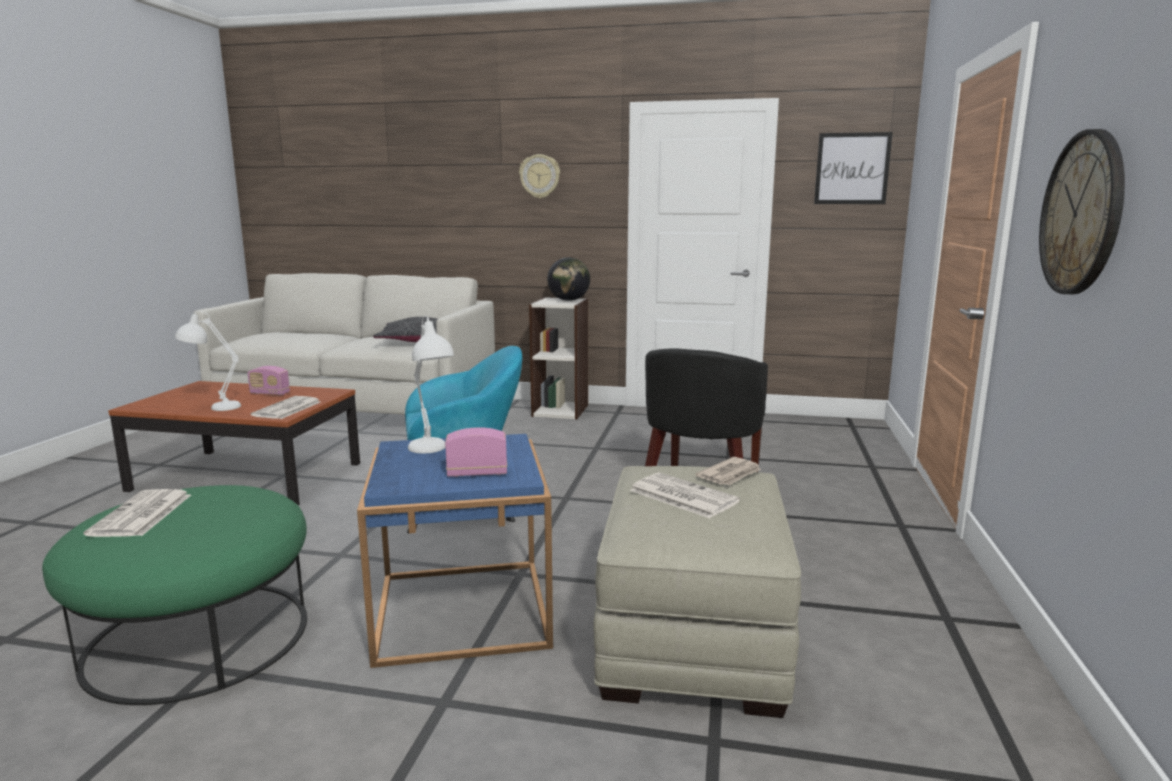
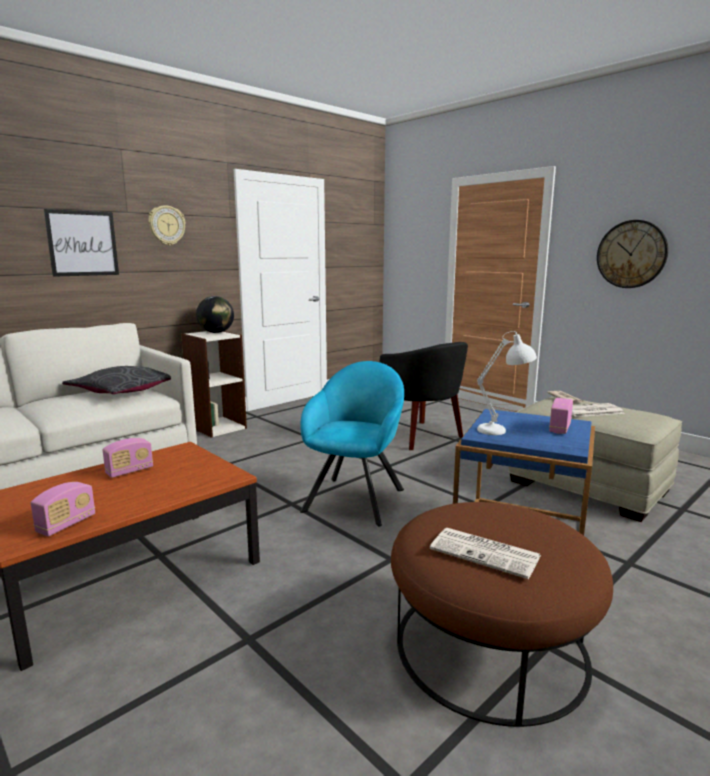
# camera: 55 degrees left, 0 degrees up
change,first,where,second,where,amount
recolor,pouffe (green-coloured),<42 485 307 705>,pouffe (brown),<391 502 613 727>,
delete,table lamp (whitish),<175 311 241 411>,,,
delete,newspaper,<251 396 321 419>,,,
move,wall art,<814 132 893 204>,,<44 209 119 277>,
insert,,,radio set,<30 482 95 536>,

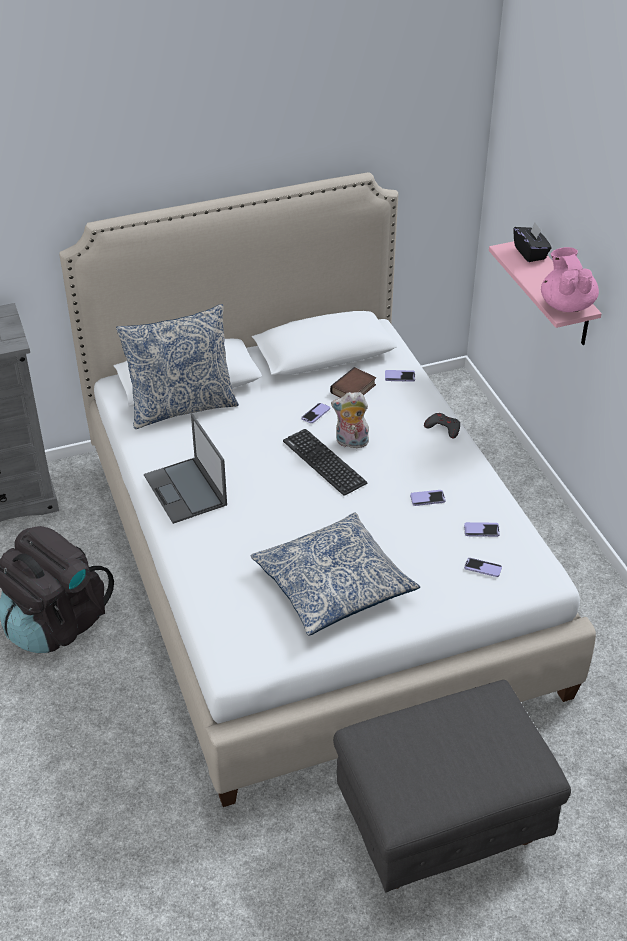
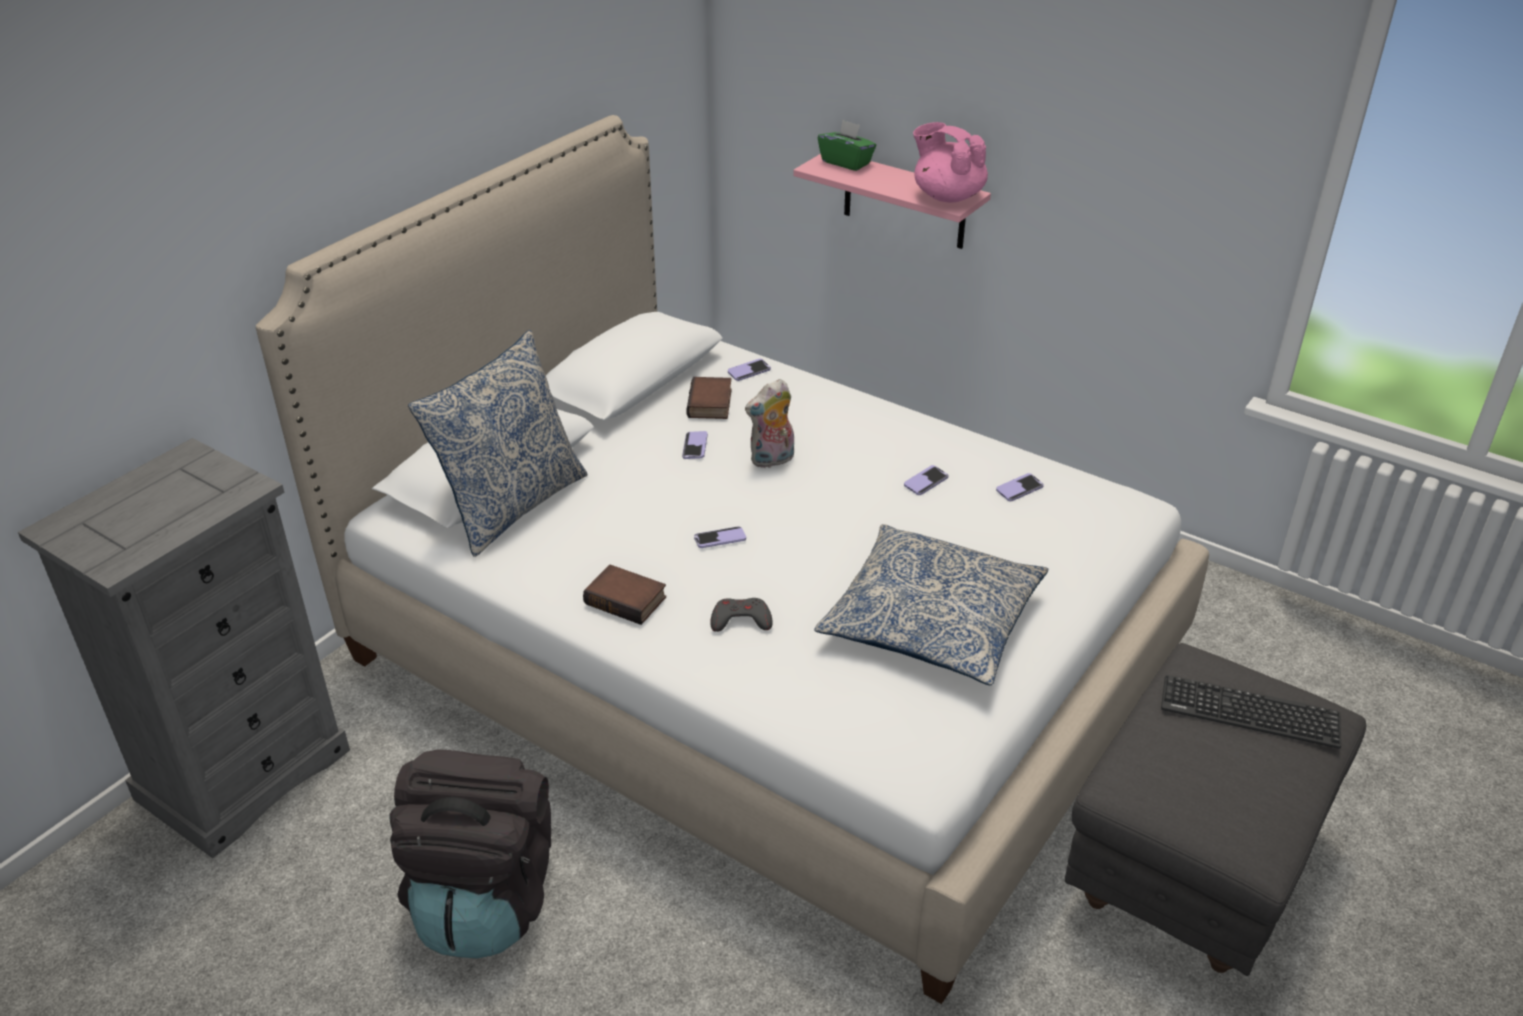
# camera: 35 degrees left, 5 degrees down
change,first,where,second,where,amount
replace,laptop,<144 414 227 524>,book,<583 564 666 625>,
move,computer keyboard,<283 429 367 496>,,<1161 675 1341 749>,
move,gamepad (grey),<424 413 460 439>,,<710 598 773 632>,
move,telephone,<464 558 502 577>,,<694 526 746 548>,
recolor,tissue holder (blackish),<513 222 551 262>,tissue holder (green-coloured),<818 120 876 171>,

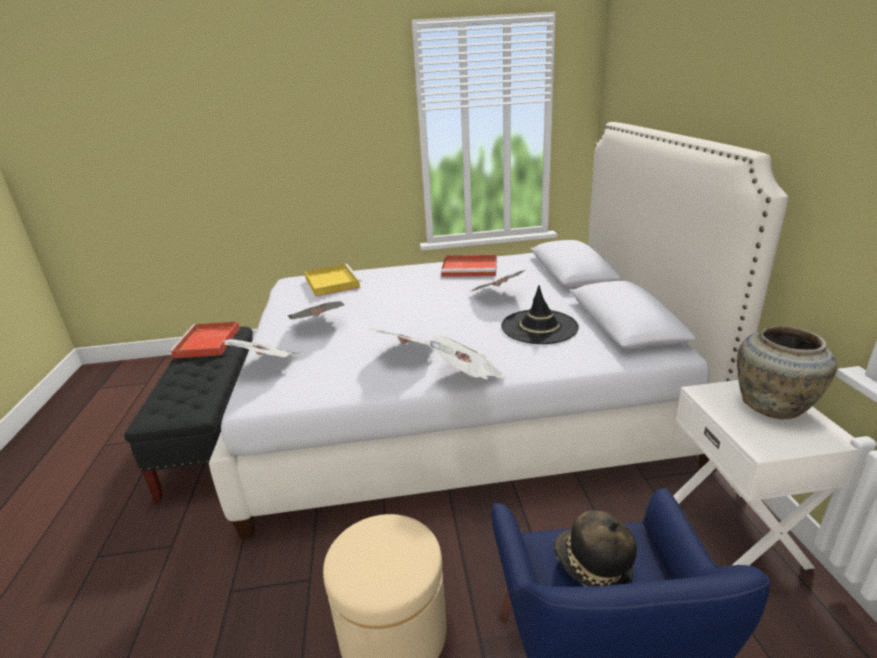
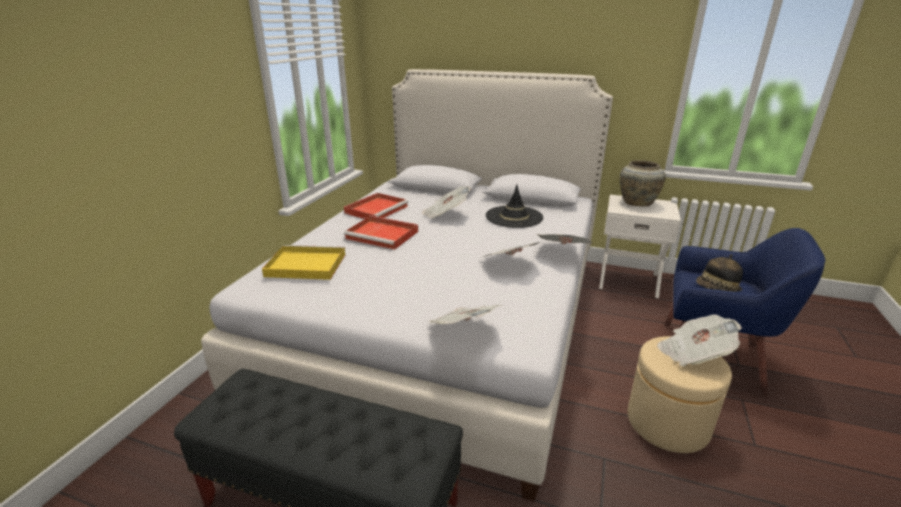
# camera: 65 degrees left, 0 degrees up
change,first,where,second,where,amount
move,serving tray (red-coloured),<169 321 240 358>,,<344 216 418 250>,
move,newspaper,<287 301 345 319>,,<657 315 742 366>,

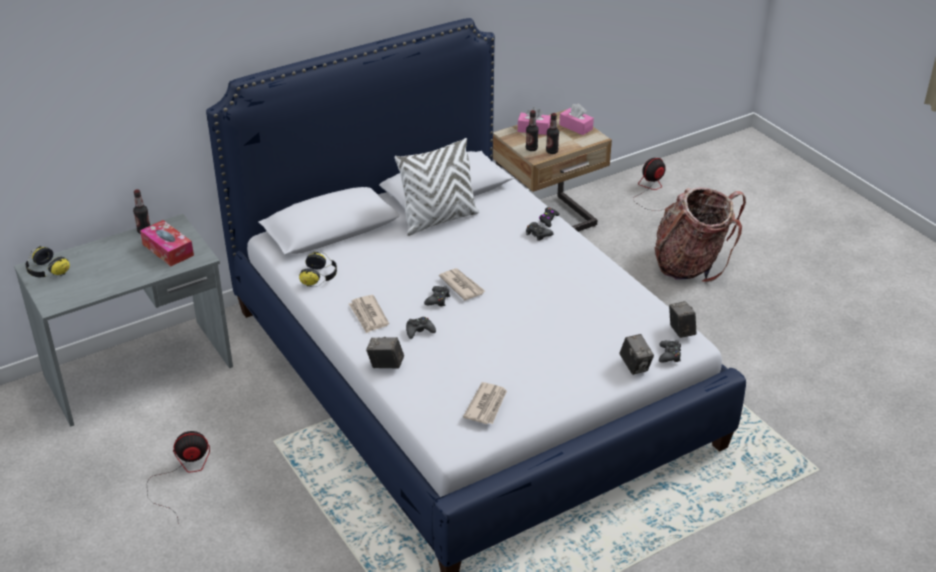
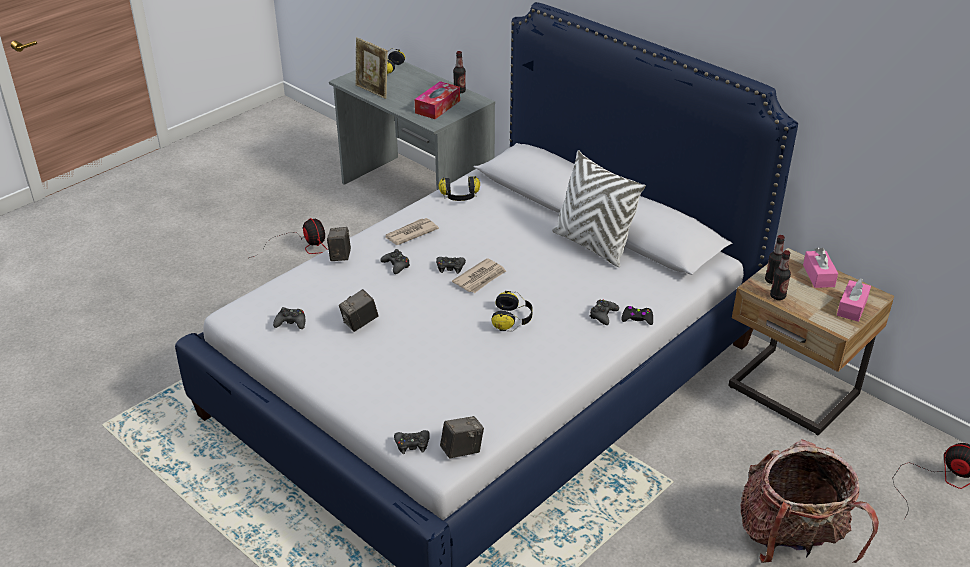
# camera: 75 degrees right, 0 degrees up
change,first,where,second,where,amount
replace,newspaper,<463 382 507 424>,gamepad (blackish),<273 307 305 329>,
move,photo camera,<620 334 654 375>,,<339 289 379 332>,
insert,,,standing frame,<356 37 388 99>,
insert,,,pair of headphones,<492 291 533 331>,

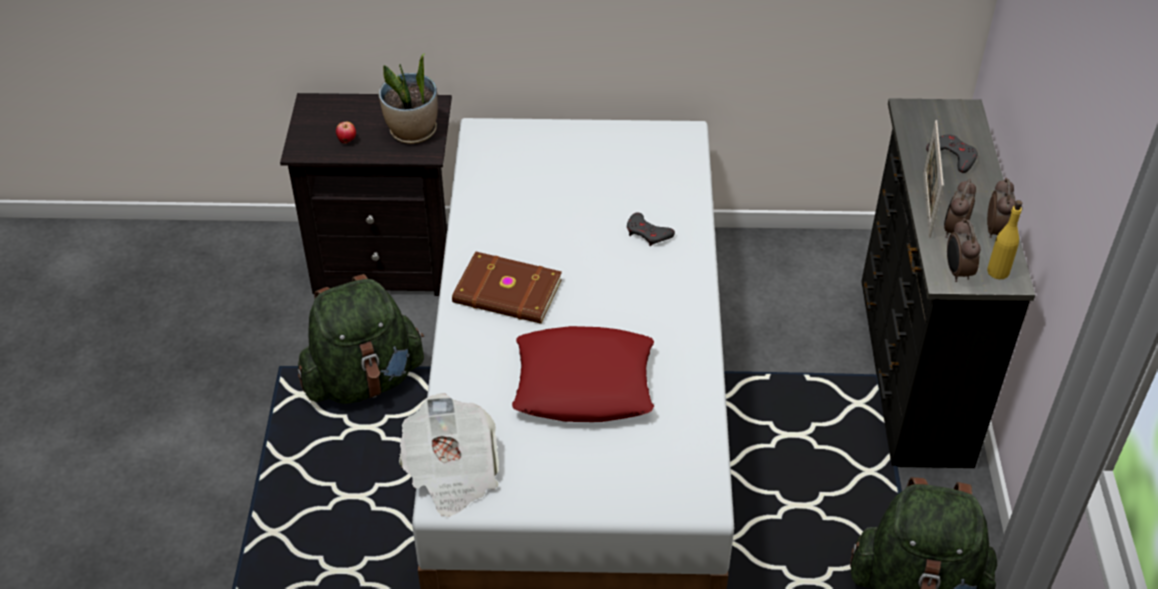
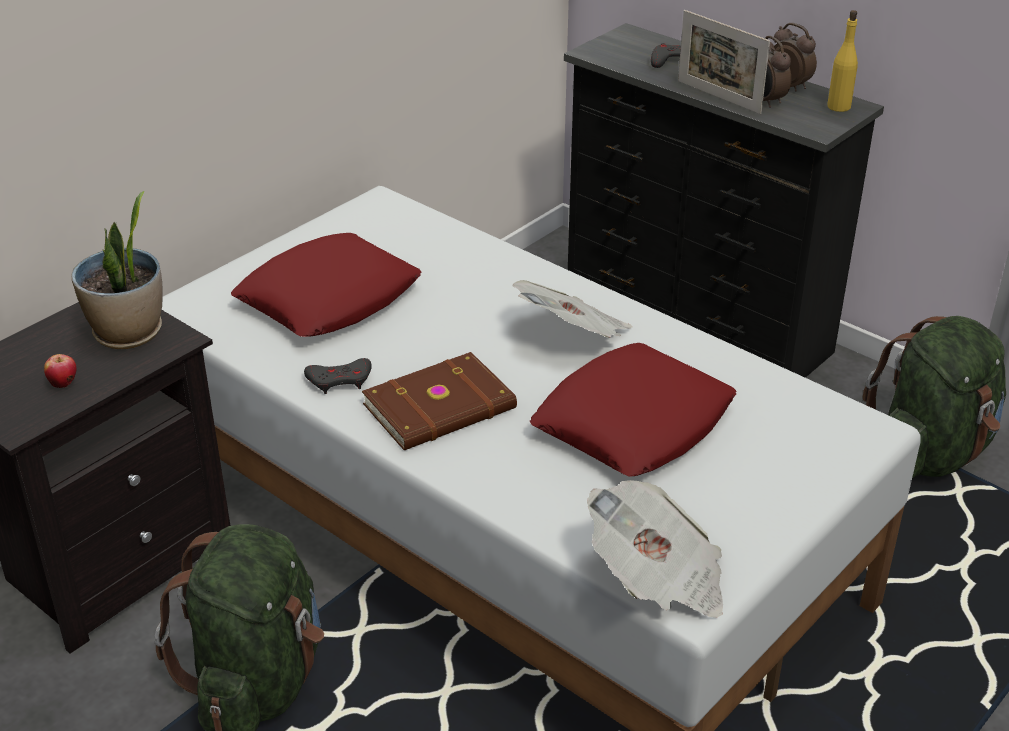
# camera: 50 degrees left, 10 degrees down
change,first,where,second,where,amount
move,gamepad (grey),<627 212 675 246>,,<304 358 372 394>,
delete,alarm clock,<947 218 981 282>,,,
insert,,,cushion (red-coloured),<231 233 422 337>,
insert,,,newspaper,<513 280 633 338>,

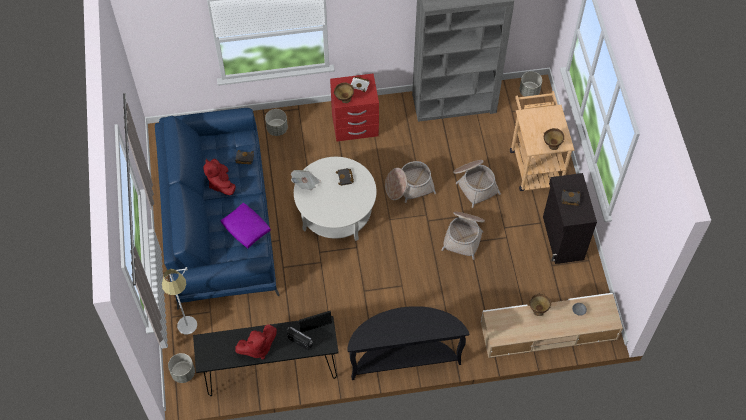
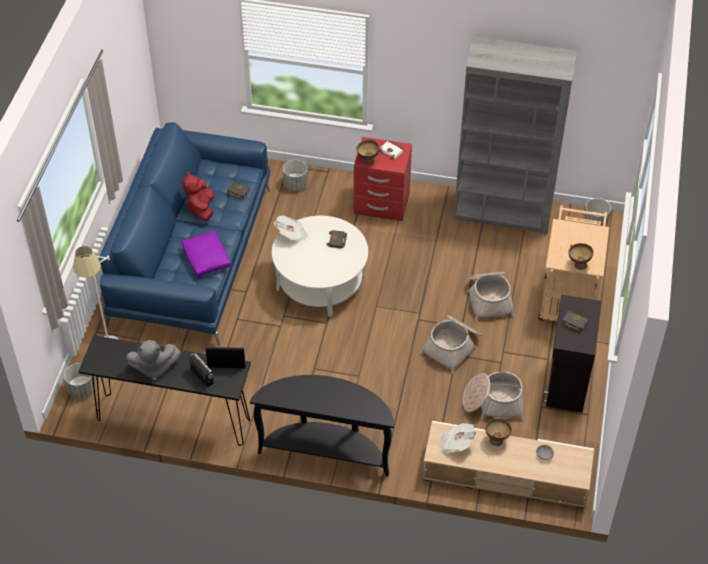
# camera: 20 degrees right, 10 degrees down
change,first,where,second,where,amount
recolor,plush toy (red-coloured),<235 325 277 359>,plush toy (grey),<126 340 181 381>,
move,basket,<385 161 436 203>,,<463 371 524 421>,
insert,,,newspaper,<440 423 477 451>,

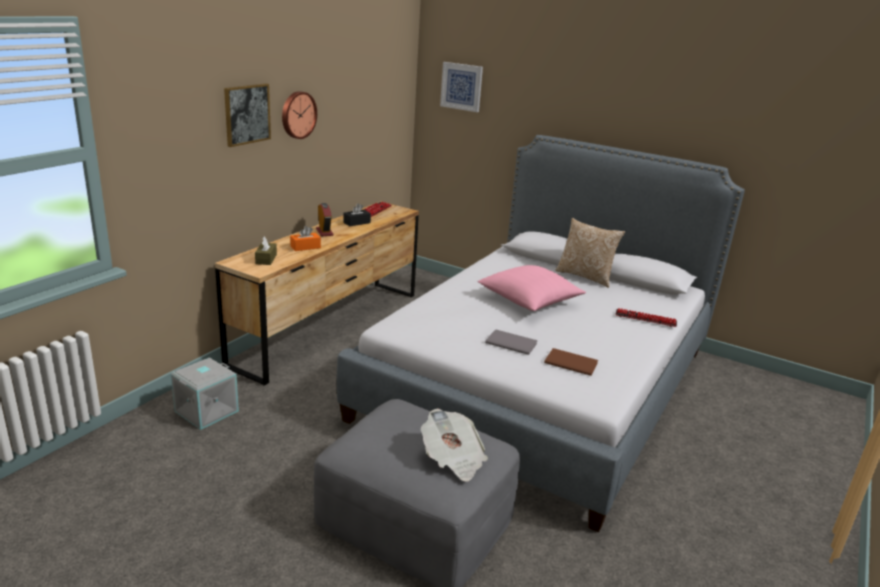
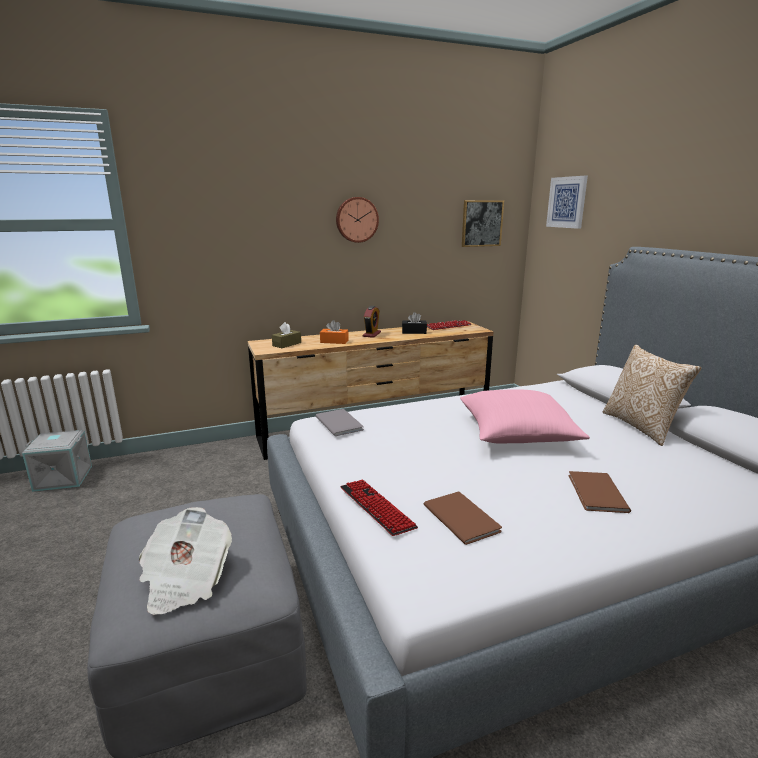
# camera: 40 degrees right, 5 degrees down
change,first,where,second,where,amount
move,storage box (grey),<171 357 239 430>,,<22 430 92 492>,
move,wall art,<224 83 271 147>,,<462 200 504 247>,
move,book (grey),<485 330 537 355>,,<315 409 364 436>,
move,computer keyboard,<616 308 677 327>,,<340 479 418 536>,
insert,,,book (brown),<569 471 631 513>,

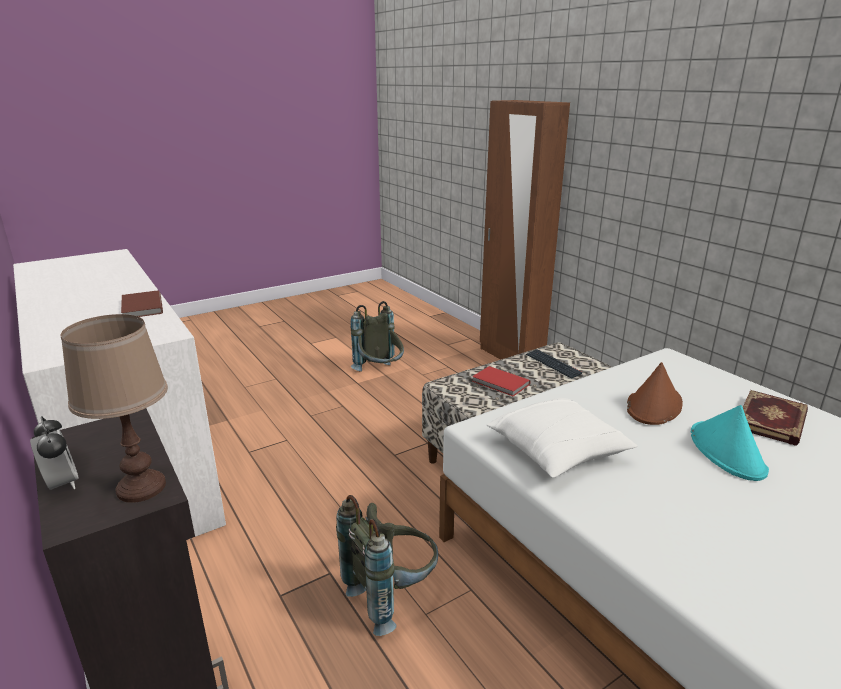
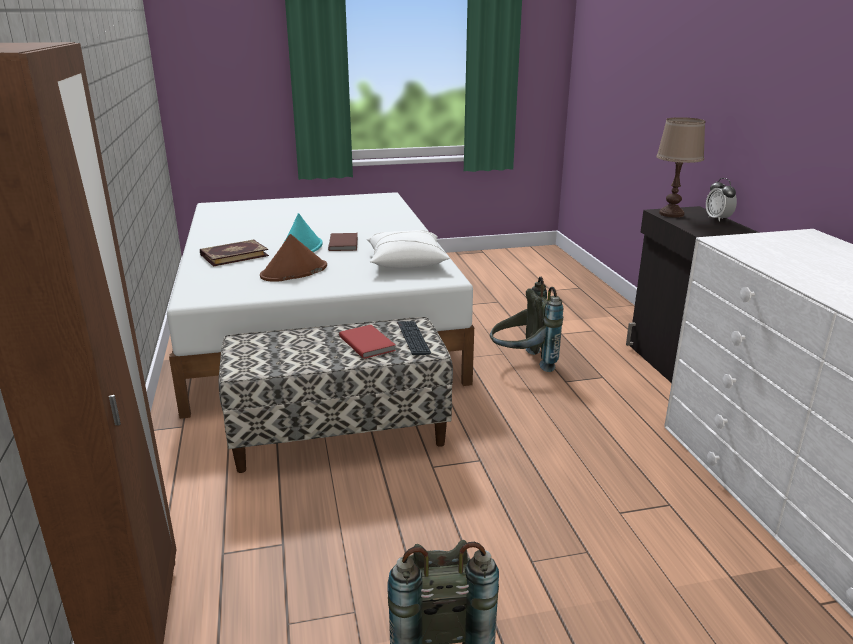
# camera: 160 degrees left, 0 degrees up
change,first,where,second,where,amount
move,book (brown),<121 290 163 317>,,<328 233 358 251>,
move,computer keyboard,<526 349 582 379>,,<397 321 431 355>,

